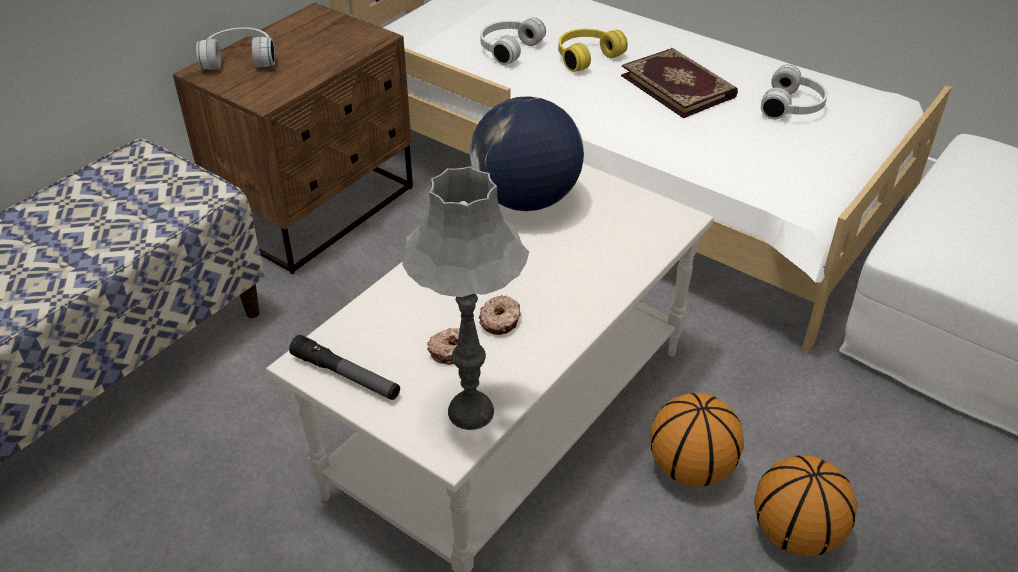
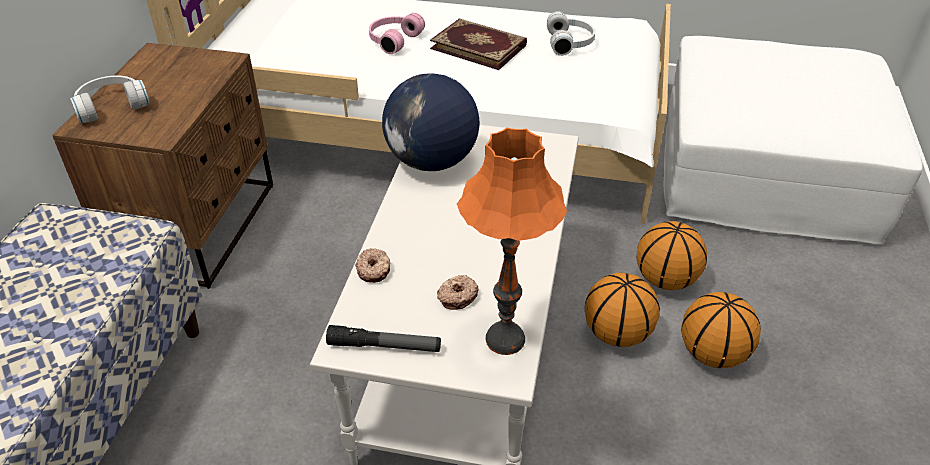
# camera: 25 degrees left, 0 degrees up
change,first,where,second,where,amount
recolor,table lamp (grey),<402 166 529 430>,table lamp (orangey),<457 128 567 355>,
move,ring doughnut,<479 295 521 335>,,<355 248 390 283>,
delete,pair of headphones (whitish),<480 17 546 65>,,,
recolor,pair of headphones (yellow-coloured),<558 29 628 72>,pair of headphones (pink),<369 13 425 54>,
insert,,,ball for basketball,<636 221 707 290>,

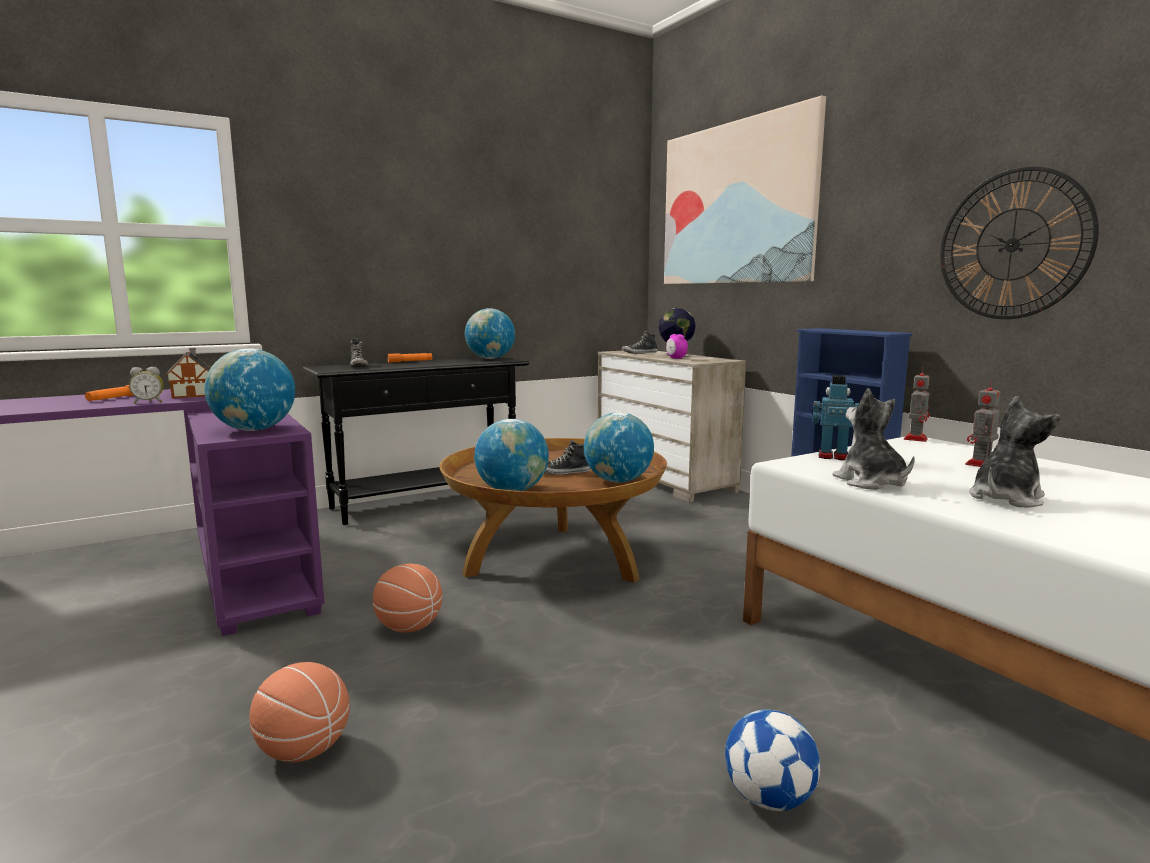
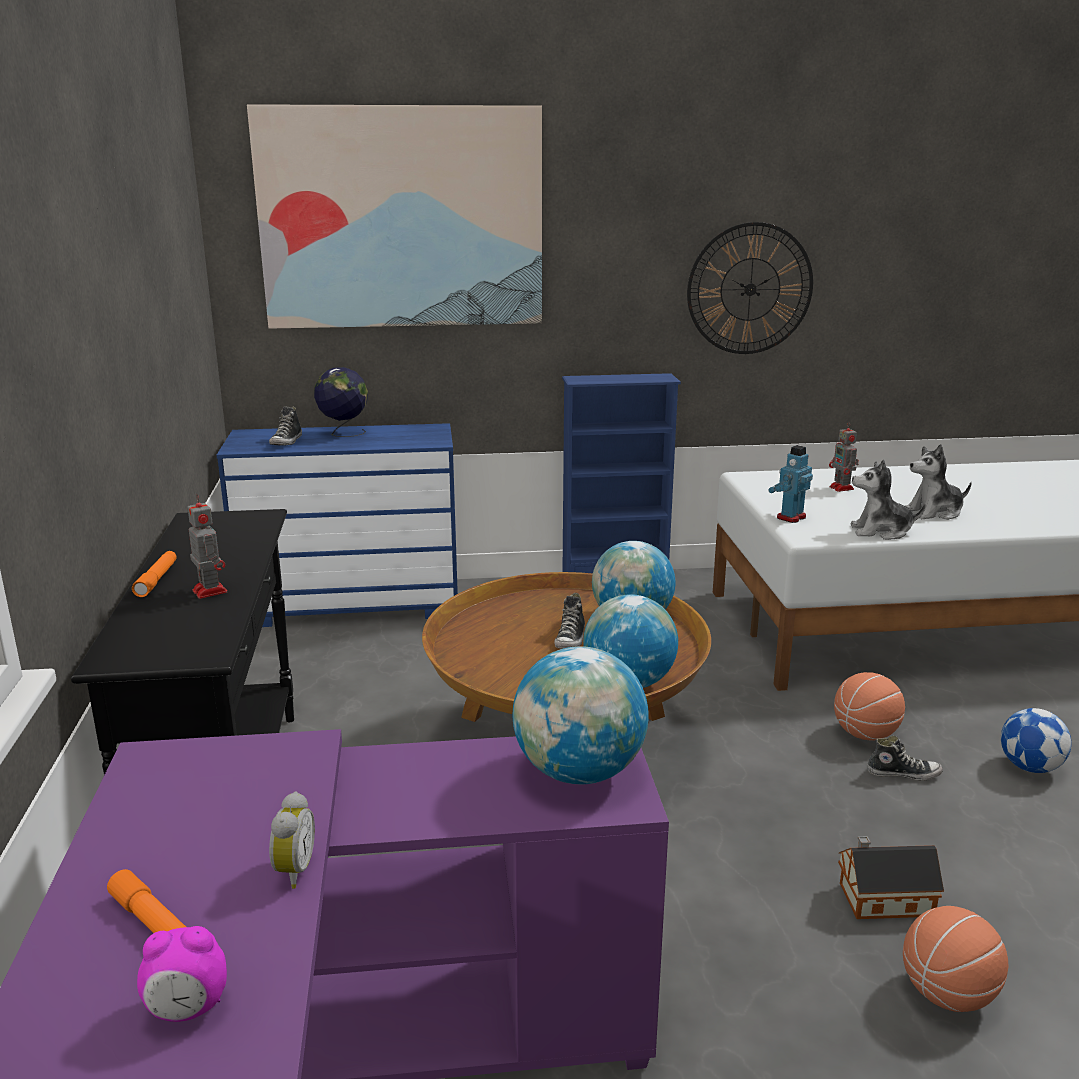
# camera: 65 degrees left, 10 degrees up
change,first,where,second,where,amount
move,model house,<166 348 211 398>,,<838 836 944 919>,
move,shoe,<350 338 368 367>,,<867 736 943 781>,
move,ball for basketball,<373 564 442 633>,,<834 672 905 741>,
delete,desk globe,<465 308 515 359>,,,
recolor,dresser (beige),<598 351 746 502>,dresser (bluish),<216 423 458 627>,
move,alarm clock,<666 334 688 359>,,<137 926 227 1022>,
move,model robot,<904 368 930 442>,,<188 494 227 599>,
rotate,plush toy,<969 396 1060 508>,,<905 444 972 520>,90 degrees counterclockwise

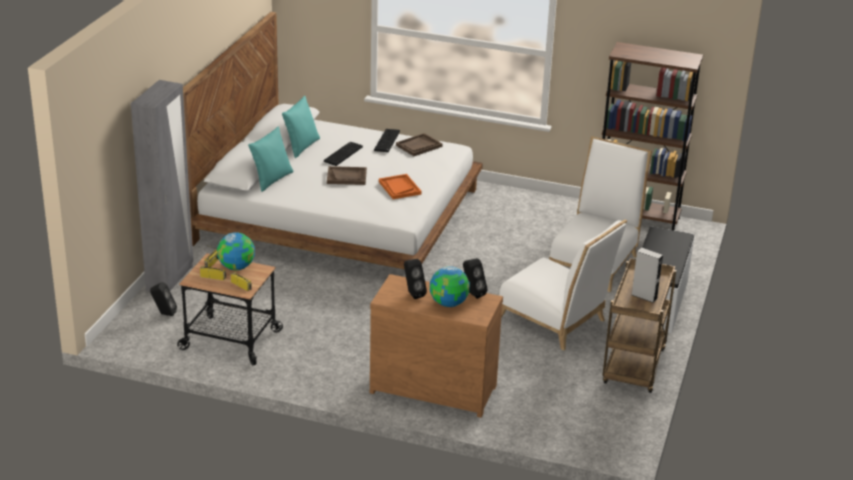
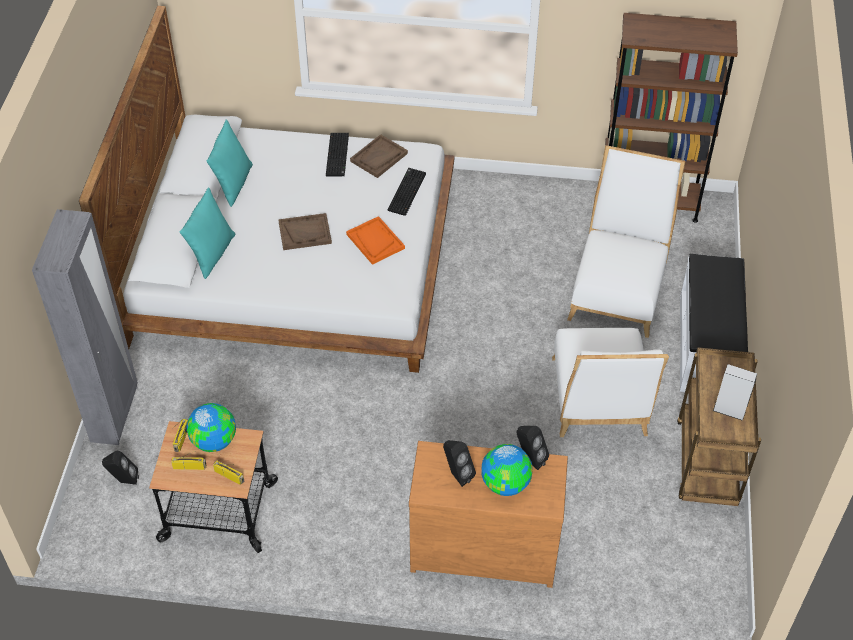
# camera: 10 degrees left, 20 degrees up
change,first,where,second,where,amount
move,computer keyboard,<324 142 363 166>,,<388 168 426 216>,
rotate,upright chair (whitish),<499 220 627 351>,,<552 328 669 437>,60 degrees clockwise

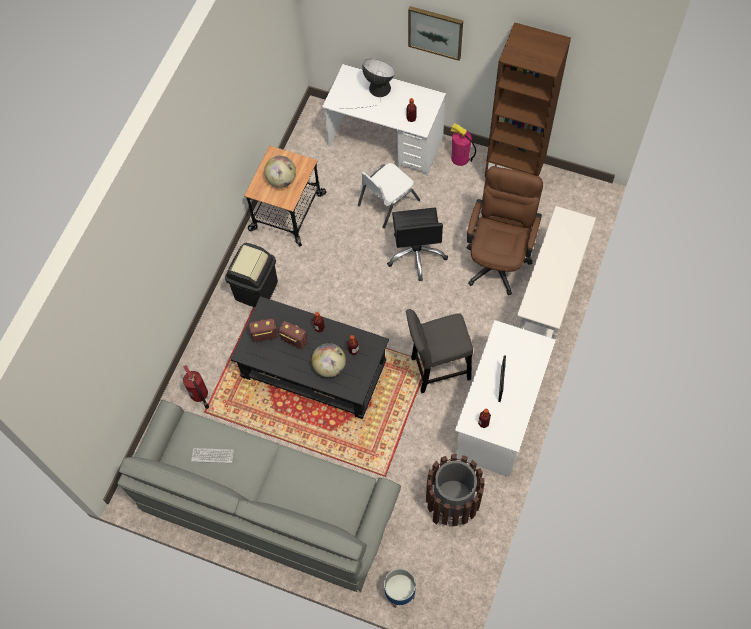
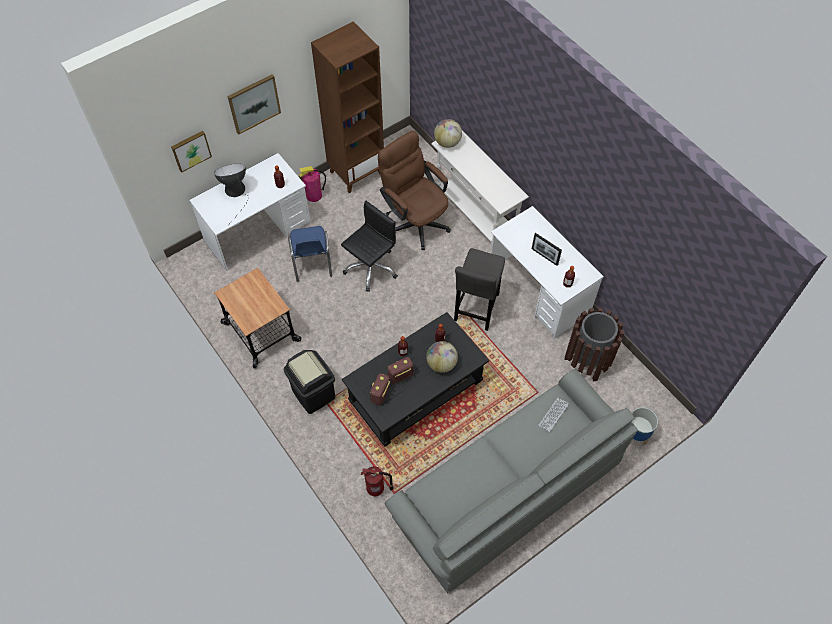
# camera: 60 degrees left, 5 degrees down
change,first,where,second,where,amount
move,computer keyboard,<191 448 234 463>,,<538 398 569 432>,
move,desk globe,<264 156 296 188>,,<434 119 462 148>,
recolor,upright chair (whitish),<358 163 420 229>,upright chair (bluish),<288 226 332 282>,
rotate,desk chair (blackish),<387 208 448 281>,,<341 200 398 292>,75 degrees counterclockwise
insert,,,wall art,<171 131 212 173>,

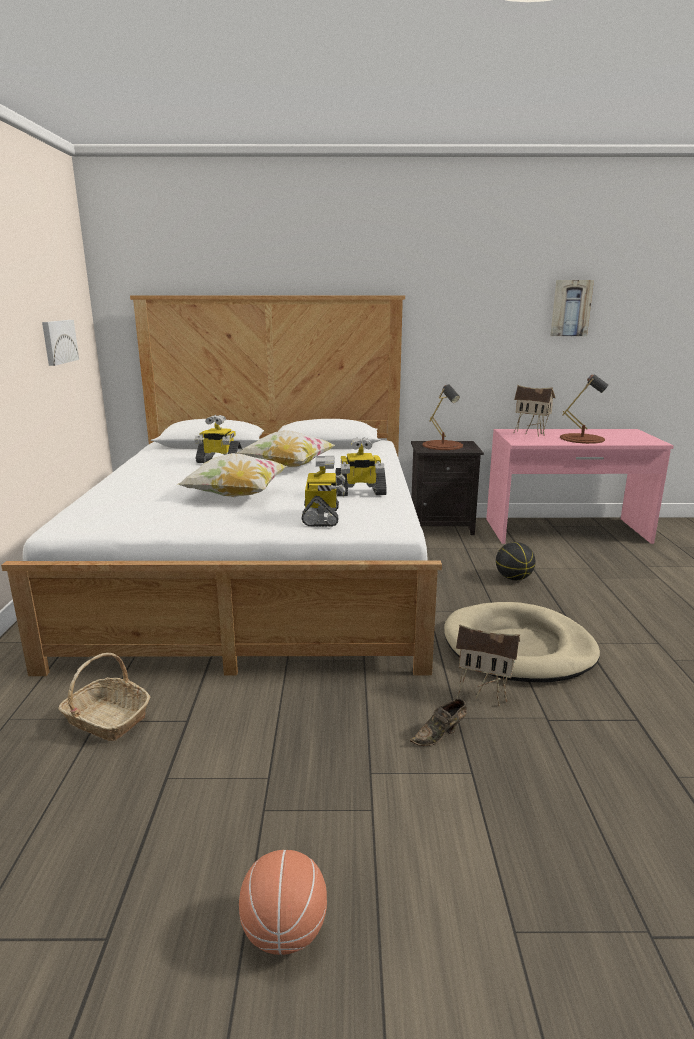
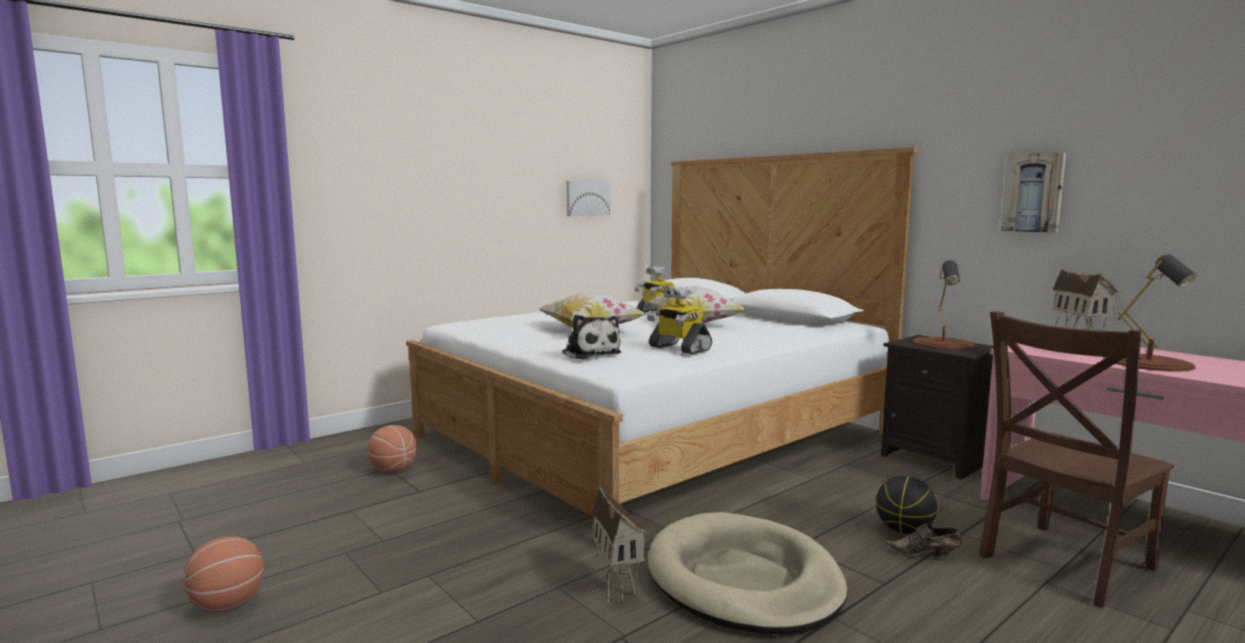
# camera: 50 degrees right, 10 degrees down
change,first,where,second,where,amount
replace,basket,<59 653 151 741>,ball for basketball,<368 425 417 473>,
replace,model robot,<301 456 345 527>,plush toy,<562 315 621 359>,
move,shoe (brown),<410 699 467 746>,,<885 523 962 560>,
move,wall art,<550 280 594 336>,,<1001 153 1066 233>,
insert,,,upright chair (brown),<979 311 1174 608>,

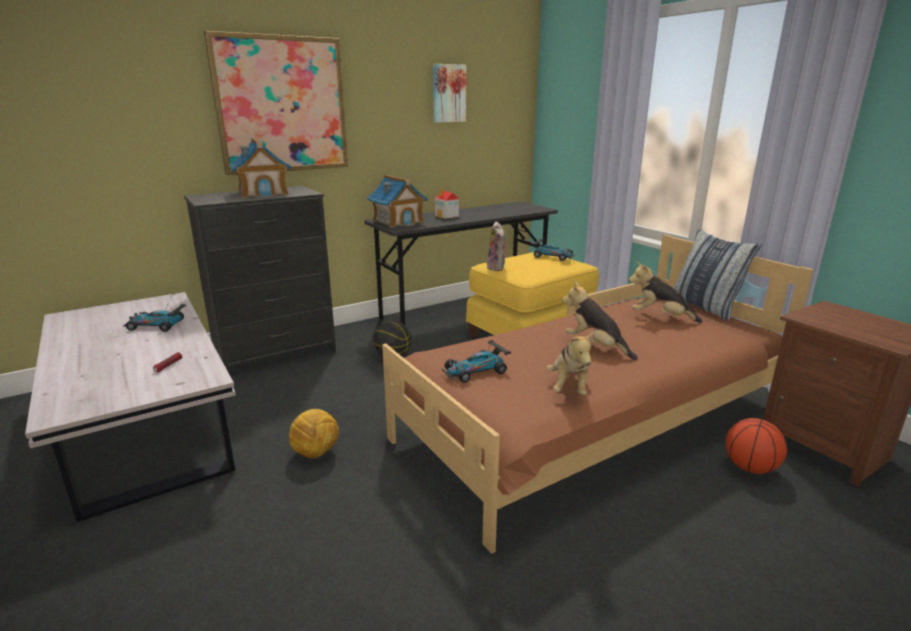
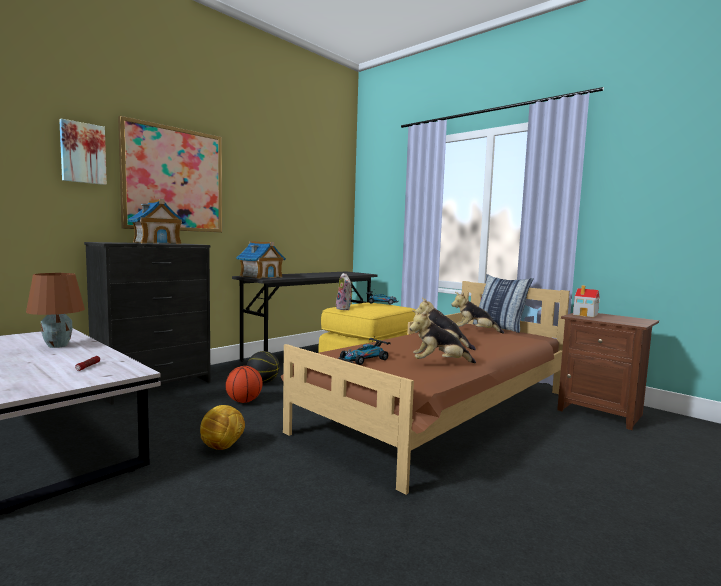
# camera: 15 degrees left, 15 degrees down
change,first,where,second,where,amount
replace,miniature car,<123 304 186 332>,table lamp (brown),<26 273 85 348>,
move,wall art,<433 64 466 123>,,<59 119 107 185>,
move,model house,<435 188 459 219>,,<573 285 600 317>,
rotate,plush toy,<547 331 594 396>,,<409 310 476 363>,90 degrees clockwise
move,ball for basketball,<726 418 787 474>,,<226 366 263 403>,

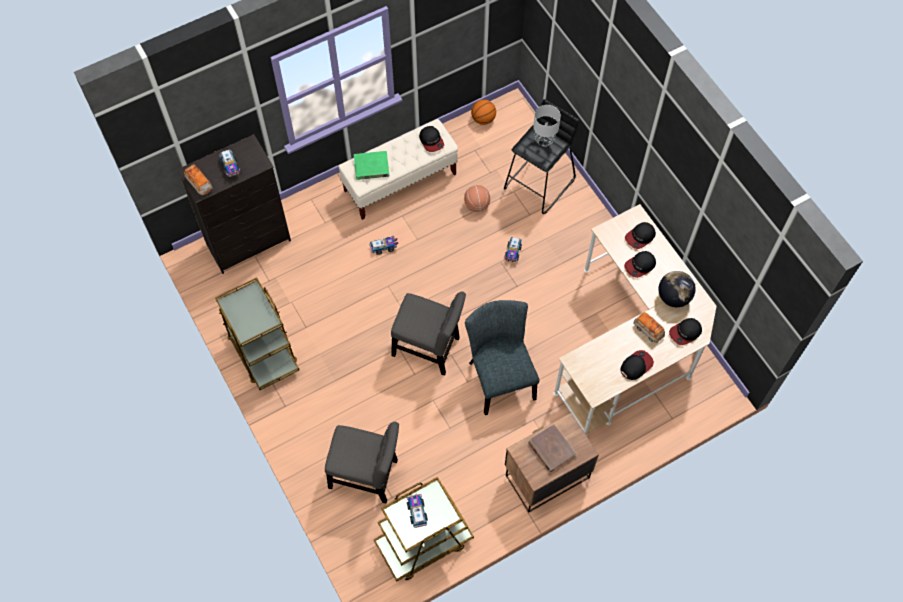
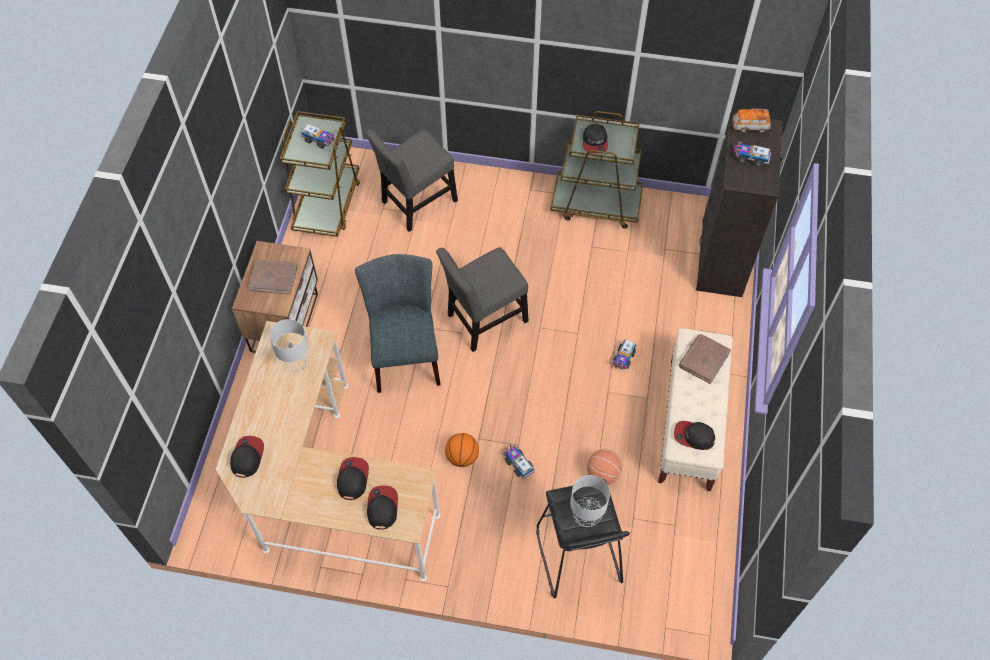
# camera: 130 degrees right, 5 degrees down
change,first,where,second,where,amount
recolor,book (green-coloured),<354 151 389 180>,book (brown),<679 334 731 384>,
rotate,upright chair (grey),<465 300 540 415>,,<355 254 441 393>,120 degrees counterclockwise
move,ball for basketball,<471 99 496 125>,,<445 433 479 467>,
move,baseball cap,<621 350 654 380>,,<583 124 608 153>,
delete,miniature car,<633 312 665 343>,,,
delete,desk globe,<658 271 696 307>,,,
insert,,,table lamp (grey),<269 319 309 373>,

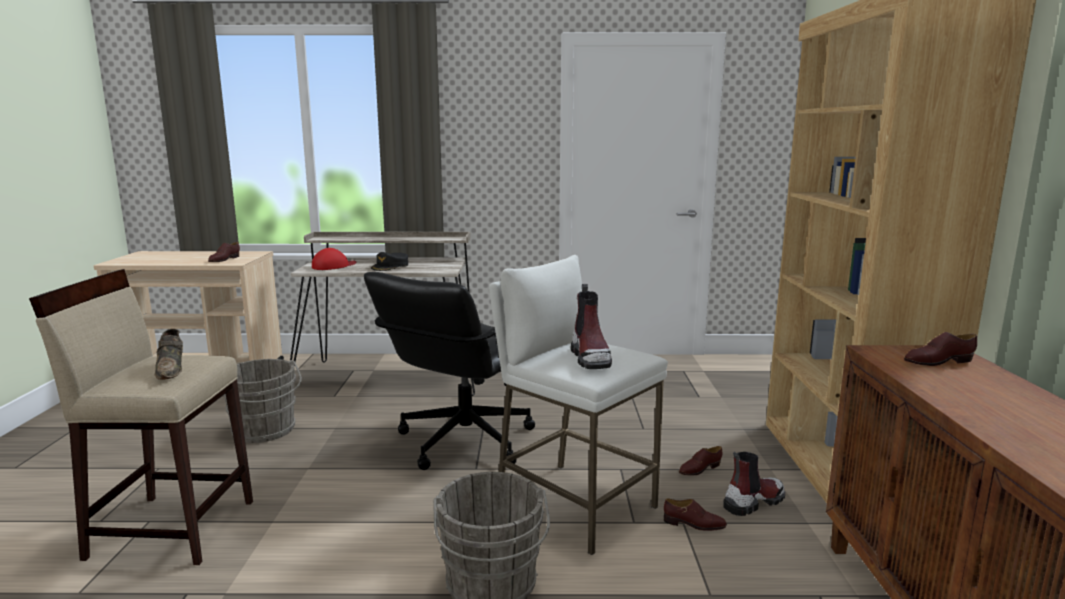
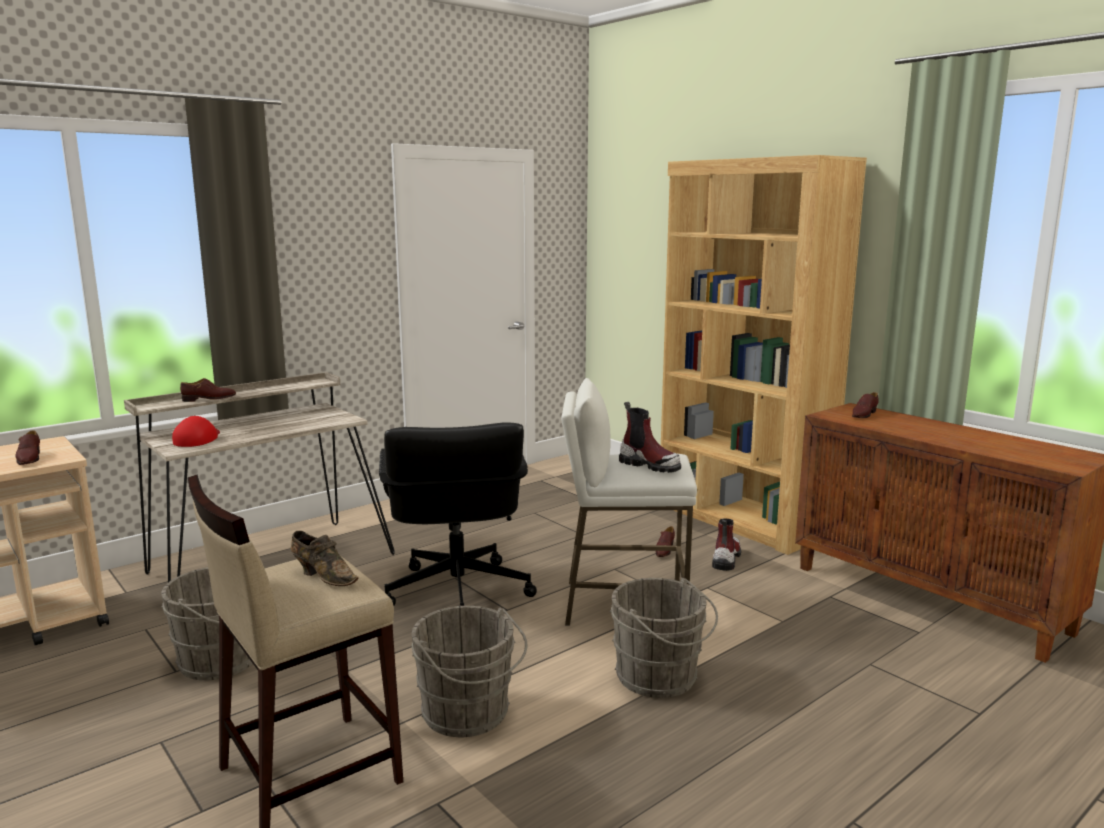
# camera: 40 degrees left, 0 degrees up
change,first,where,second,where,amount
delete,baseball cap (blackish),<371 252 408 271>,,,
move,shoe (brown),<664 498 727 531>,,<180 378 236 402>,
insert,,,water bucket (grey),<412 606 528 737>,

